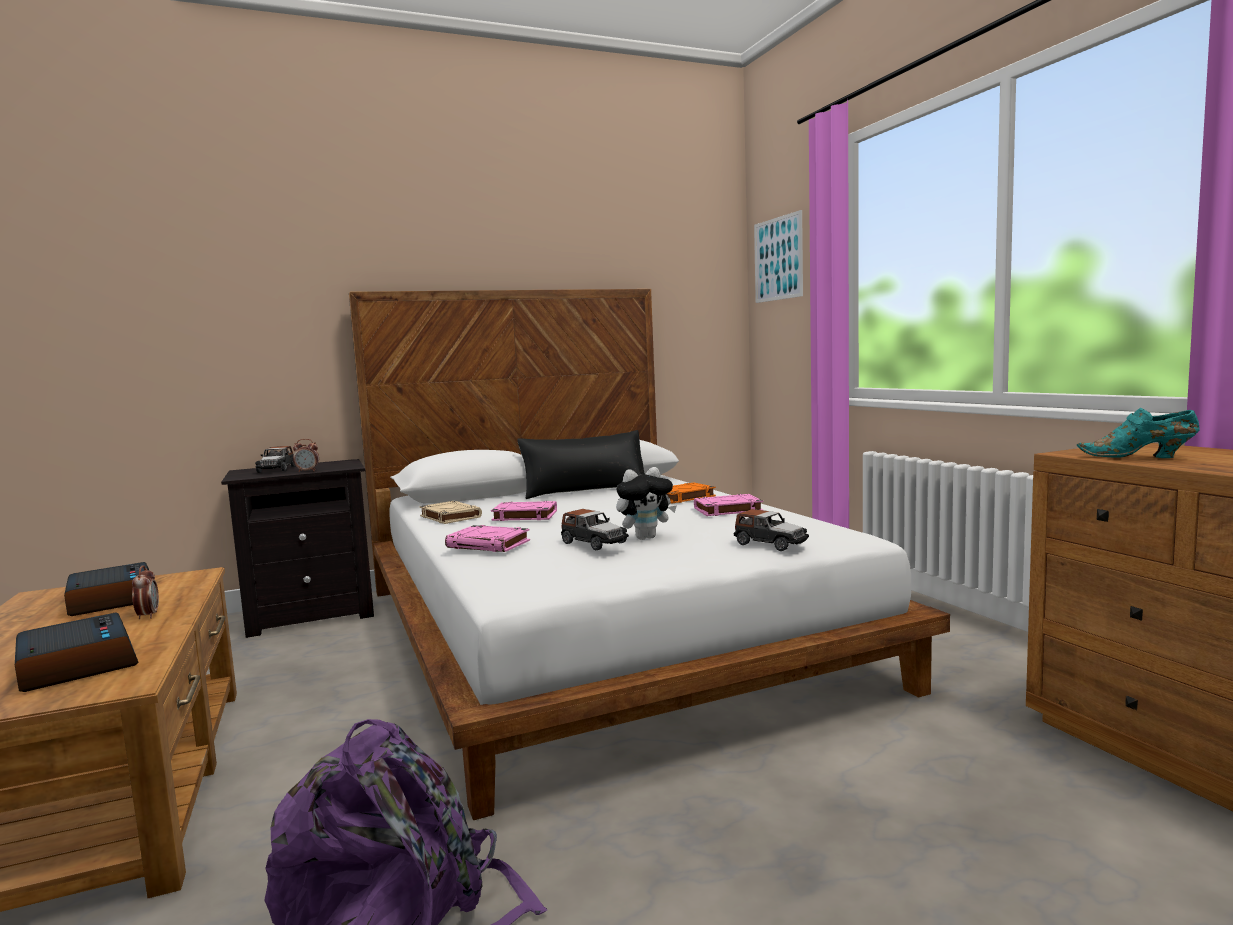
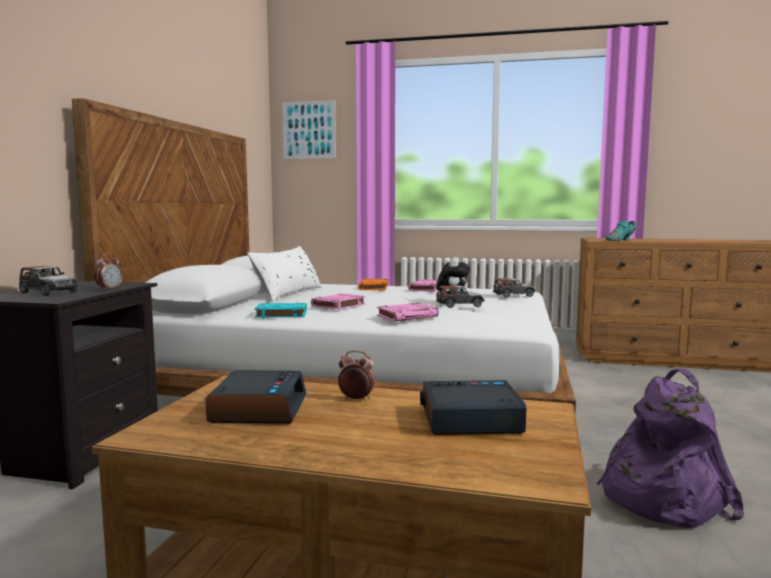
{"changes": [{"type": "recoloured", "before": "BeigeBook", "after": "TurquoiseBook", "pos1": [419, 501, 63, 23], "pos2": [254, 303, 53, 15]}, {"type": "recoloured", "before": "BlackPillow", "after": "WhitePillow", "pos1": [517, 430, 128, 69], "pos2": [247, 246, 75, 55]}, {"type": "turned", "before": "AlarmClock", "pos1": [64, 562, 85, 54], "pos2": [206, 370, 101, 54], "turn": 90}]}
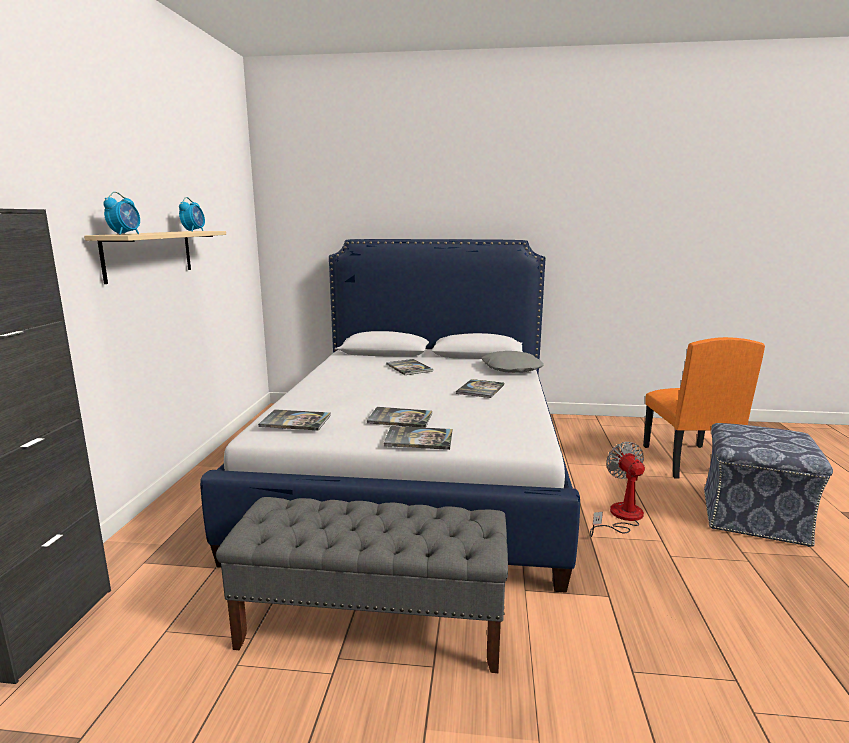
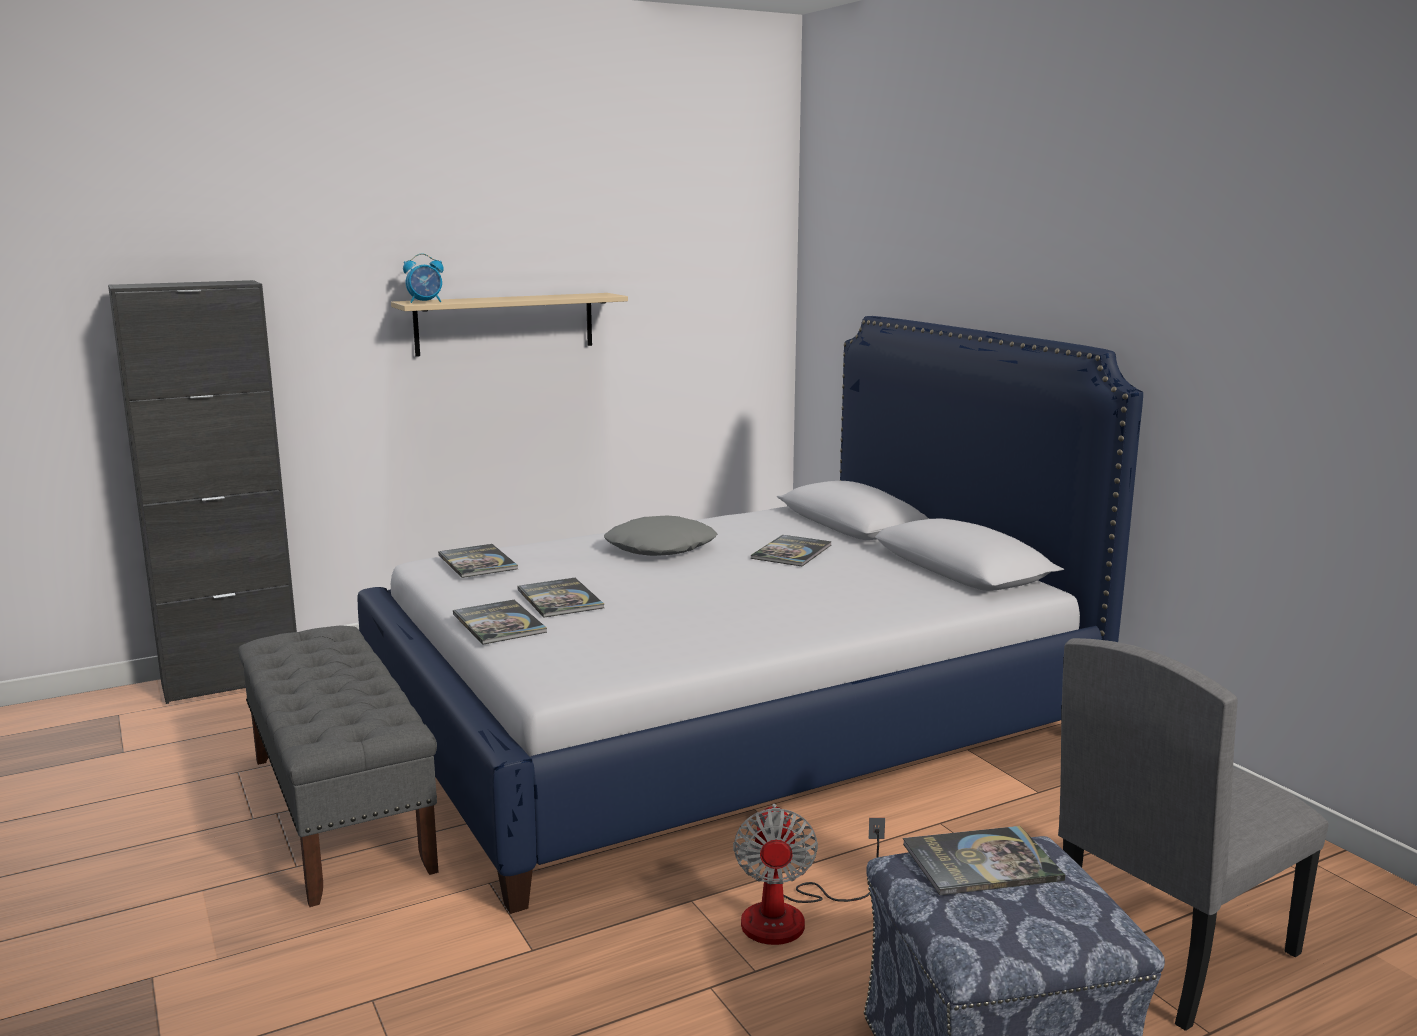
{"changes": [{"type": "removed", "before": "AlarmClock", "pos1": [179, 197, 26, 35]}, {"type": "moved", "before": "Book", "pos1": [456, 379, 48, 19], "pos2": [903, 826, 162, 69]}, {"type": "moved", "before": "GreyPillow", "pos1": [481, 351, 63, 22], "pos2": [604, 515, 114, 41]}, {"type": "recoloured", "before": "OrangeChair", "after": "GreyChair", "pos1": [643, 337, 122, 141], "pos2": [1058, 638, 270, 393]}, {"type": "turned", "before": "Fan", "pos1": [590, 442, 55, 95], "pos2": [733, 804, 152, 141], "turn": 135}]}
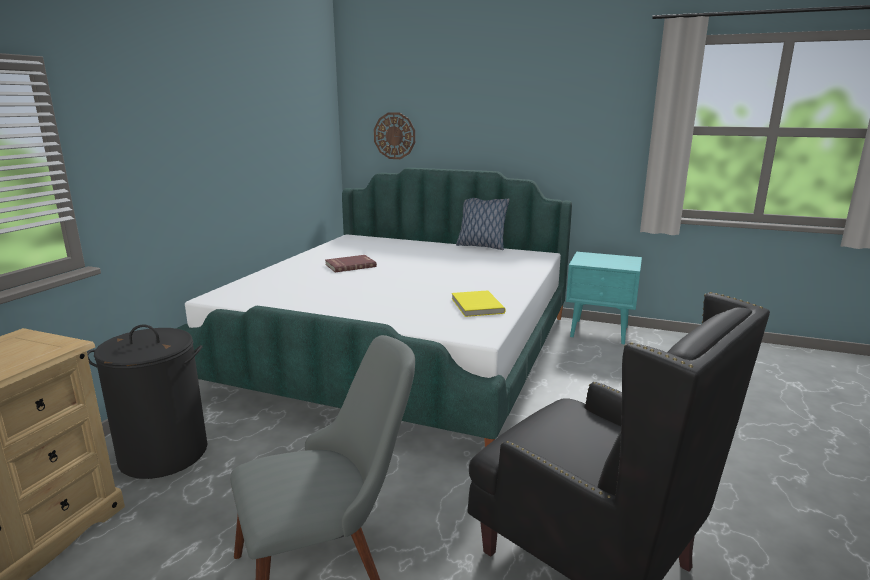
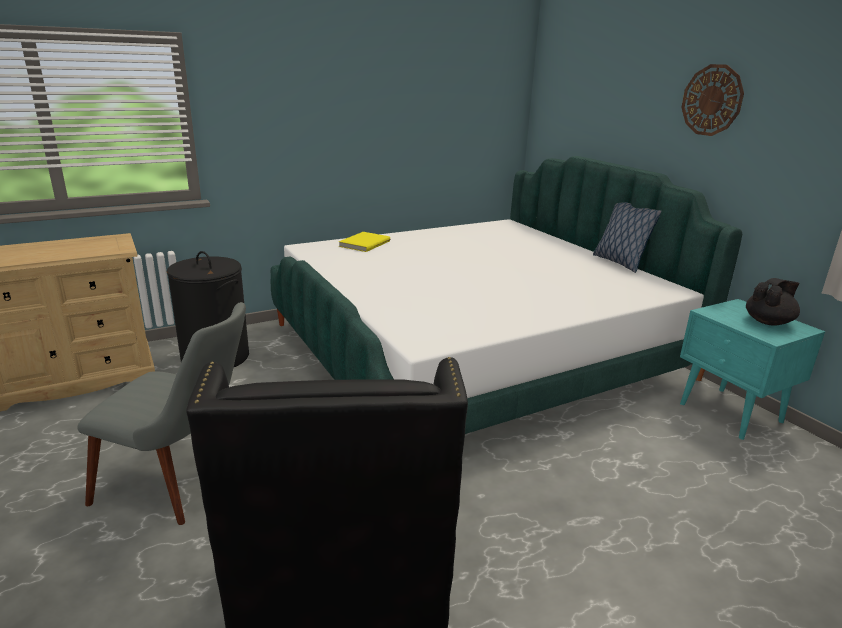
{"changes": [{"type": "removed", "before": "RedBook", "pos1": [325, 255, 52, 17]}, {"type": "added", "after": "BlackTeapot", "pos2": [746, 278, 54, 48]}, {"type": "moved", "before": "WallClock", "pos1": [374, 112, 41, 47], "pos2": [681, 64, 63, 72]}, {"type": "moved", "before": "YellowBook", "pos1": [452, 290, 54, 27], "pos2": [339, 232, 51, 20]}]}
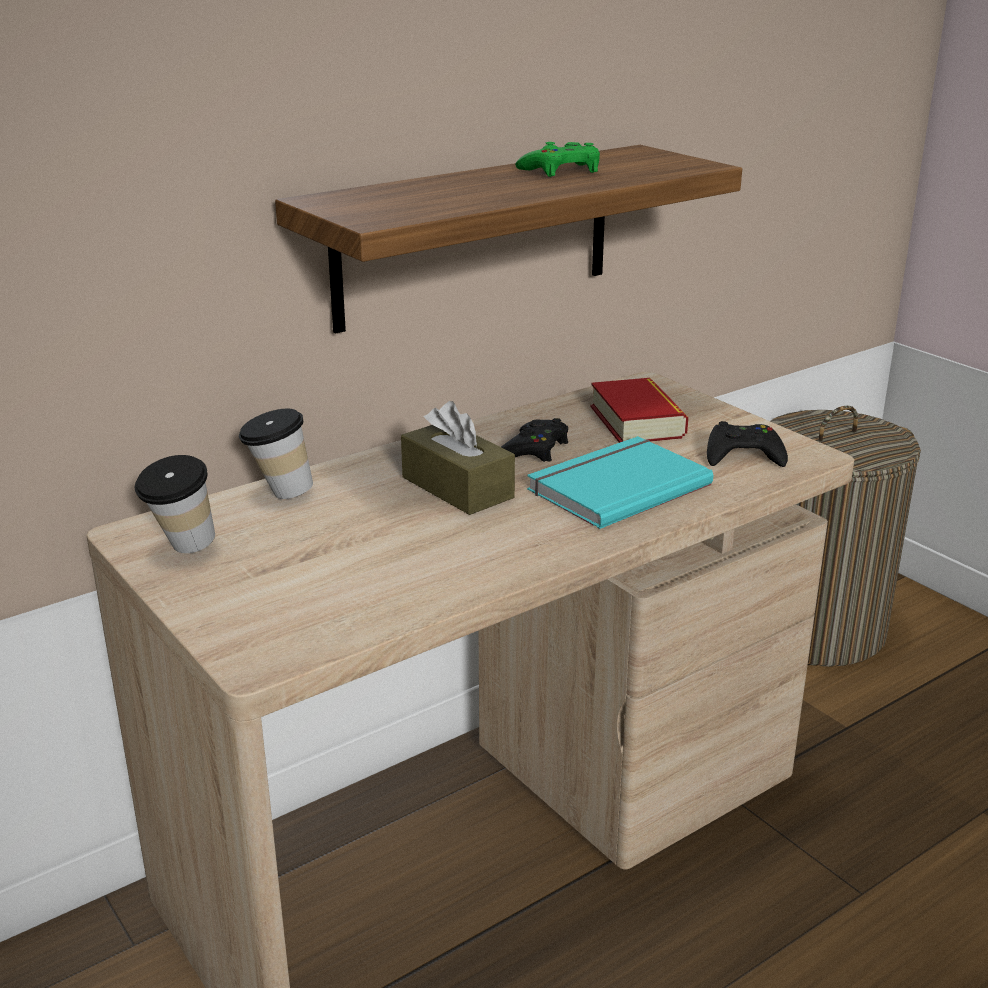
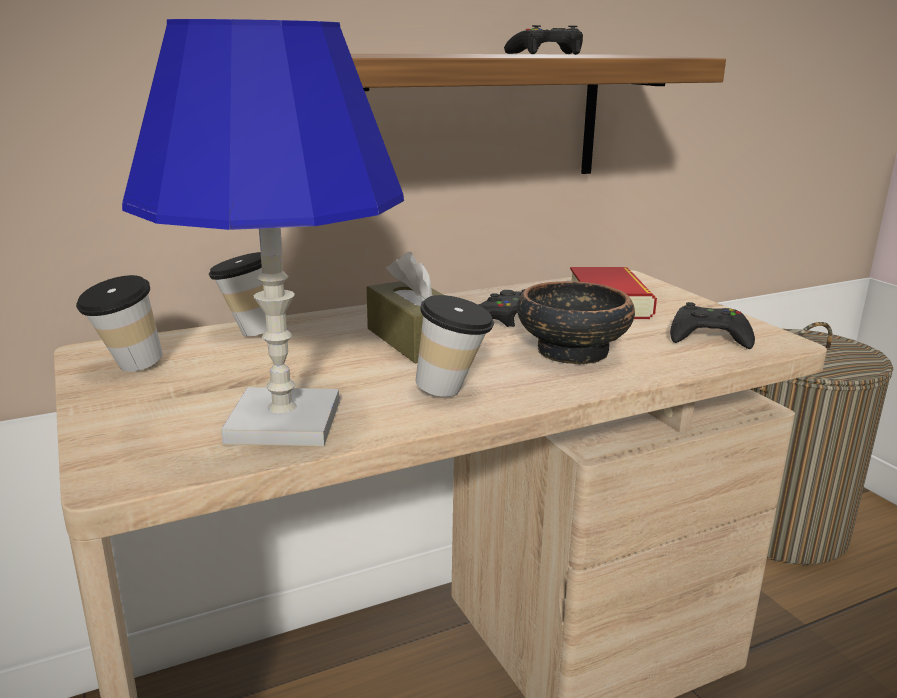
{"changes": [{"type": "added", "after": "BlueTableLamp", "pos2": [122, 19, 282, 427]}, {"type": "added", "after": "Cup", "pos2": [415, 295, 79, 102]}, {"type": "replaced", "before": "TurquoiseBook", "after": "Bowl", "pos1": [527, 436, 186, 93], "pos2": [517, 281, 118, 84]}, {"type": "recoloured", "before": "GreenGameController", "after": "BlackGameController", "pos1": [515, 142, 85, 35], "pos2": [504, 25, 79, 30]}]}
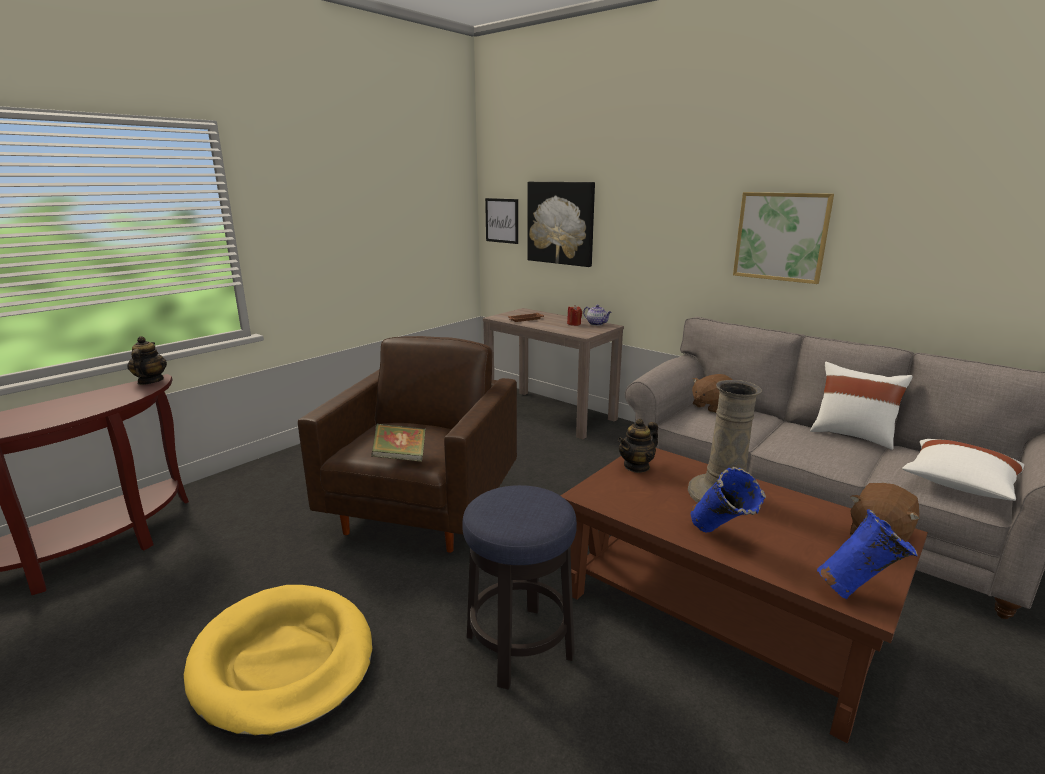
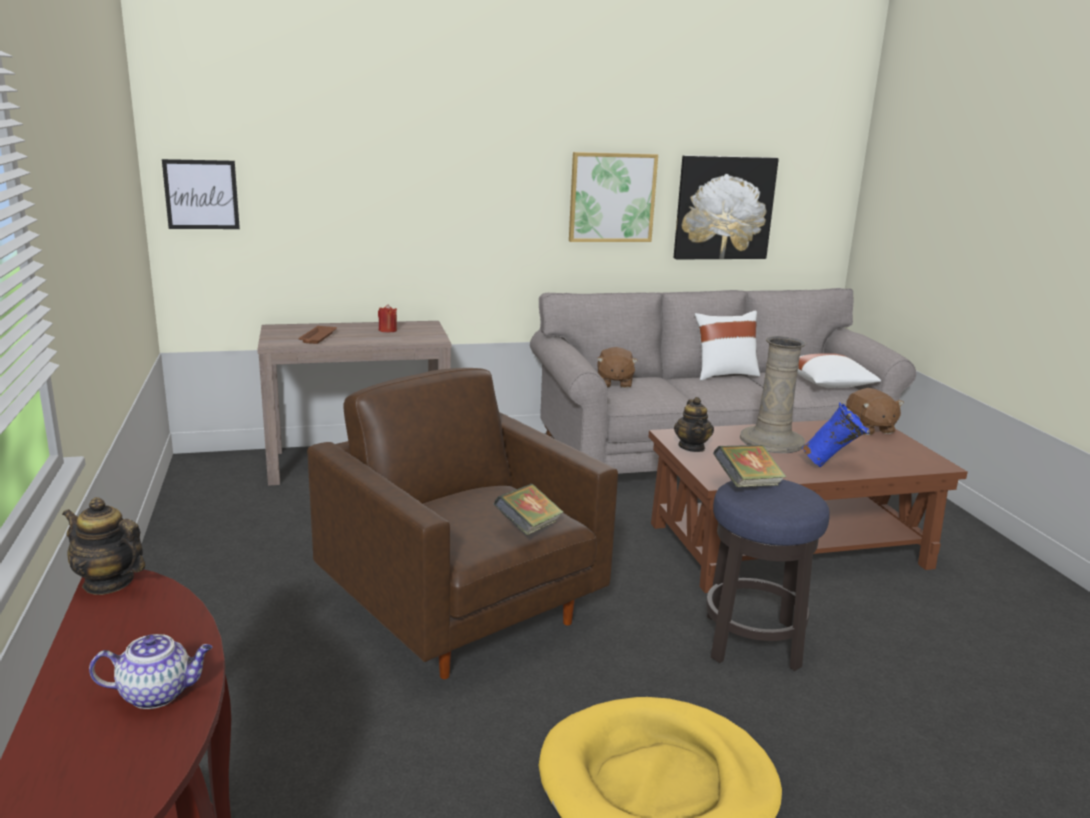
{"changes": [{"type": "removed", "before": "BlueVase", "pos1": [817, 509, 101, 90]}, {"type": "added", "after": "Book", "pos2": [713, 445, 73, 42]}, {"type": "moved", "before": "Picture", "pos1": [527, 182, 68, 85], "pos2": [674, 155, 105, 104]}, {"type": "moved", "before": "Teapot", "pos1": [583, 305, 28, 21], "pos2": [89, 634, 123, 75]}]}
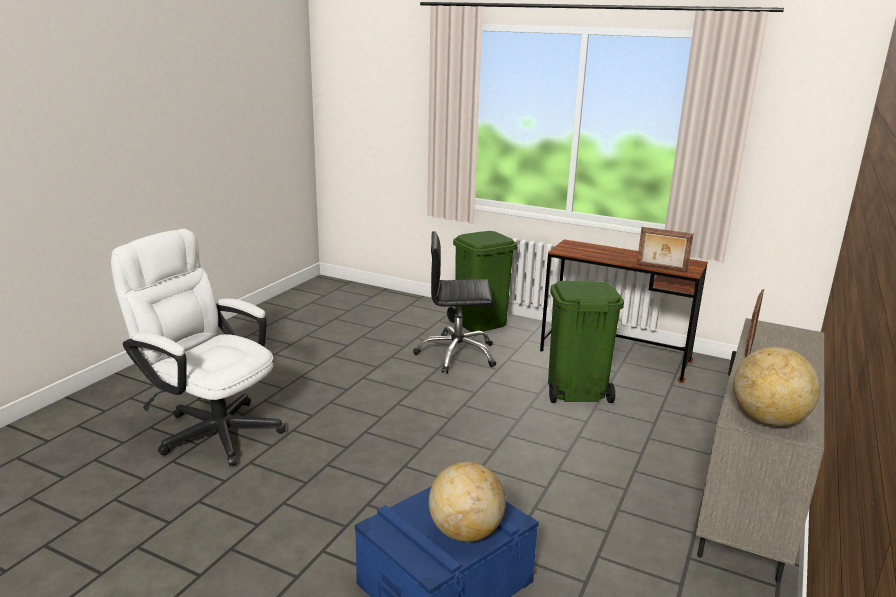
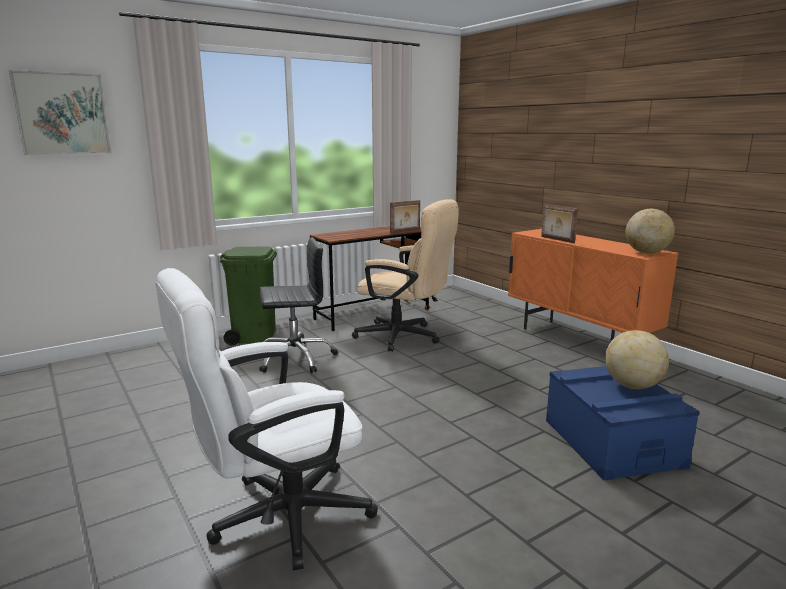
{"changes": [{"type": "added", "after": "Picture", "pos2": [9, 70, 102, 85]}, {"type": "replaced", "before": "GreenTrashCan", "after": "BeigeOfficeChair", "pos1": [548, 281, 76, 122], "pos2": [352, 199, 107, 153]}, {"type": "recoloured", "before": "BeigeCabinet", "after": "OrangeCabinet", "pos1": [696, 318, 128, 265], "pos2": [508, 229, 170, 113]}, {"type": "turned", "before": "BlackOfficeChair", "pos1": [413, 231, 83, 142], "pos2": [259, 237, 79, 136], "turn": -135}]}
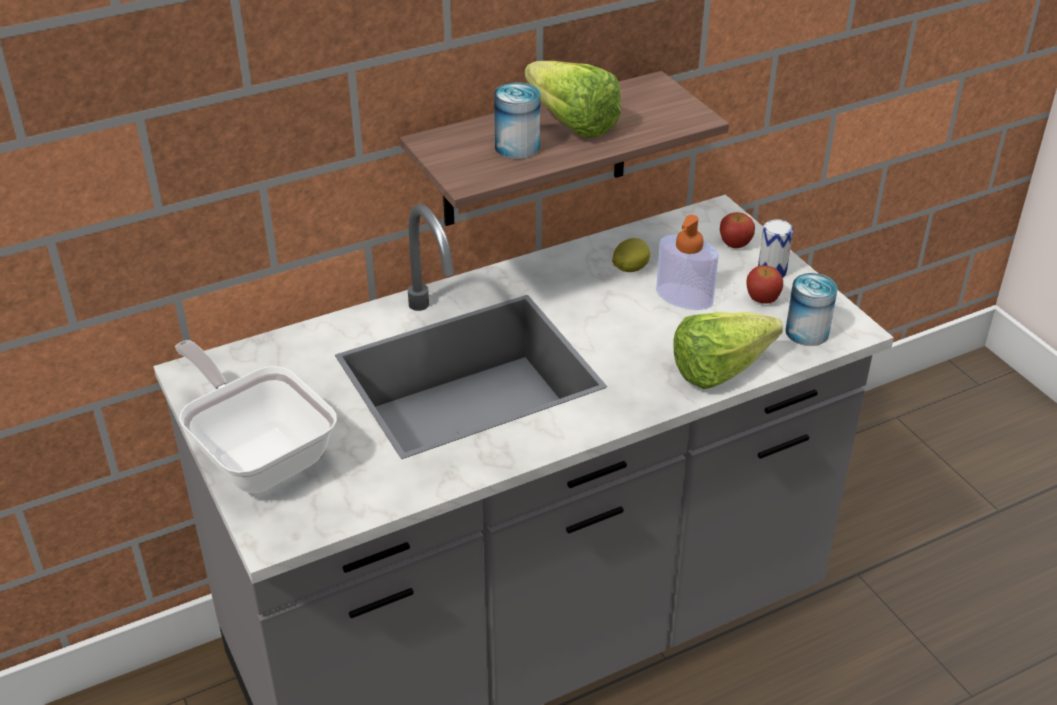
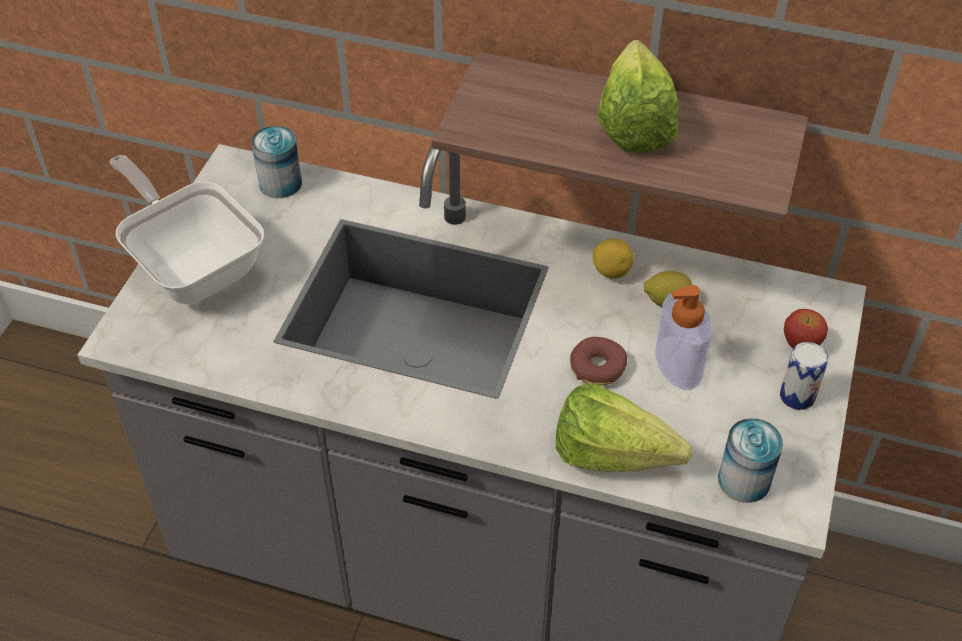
{"changes": [{"type": "removed", "before": "Apple", "pos1": [746, 265, 37, 39]}, {"type": "added", "after": "Donut", "pos2": [570, 337, 57, 49]}, {"type": "added", "after": "Lemon", "pos2": [593, 239, 41, 40]}, {"type": "moved", "before": "Can", "pos1": [494, 82, 46, 77], "pos2": [252, 126, 50, 72]}, {"type": "turned", "before": "FryingPan", "pos1": [175, 340, 162, 153], "pos2": [109, 155, 155, 150], "turn": -45}]}
